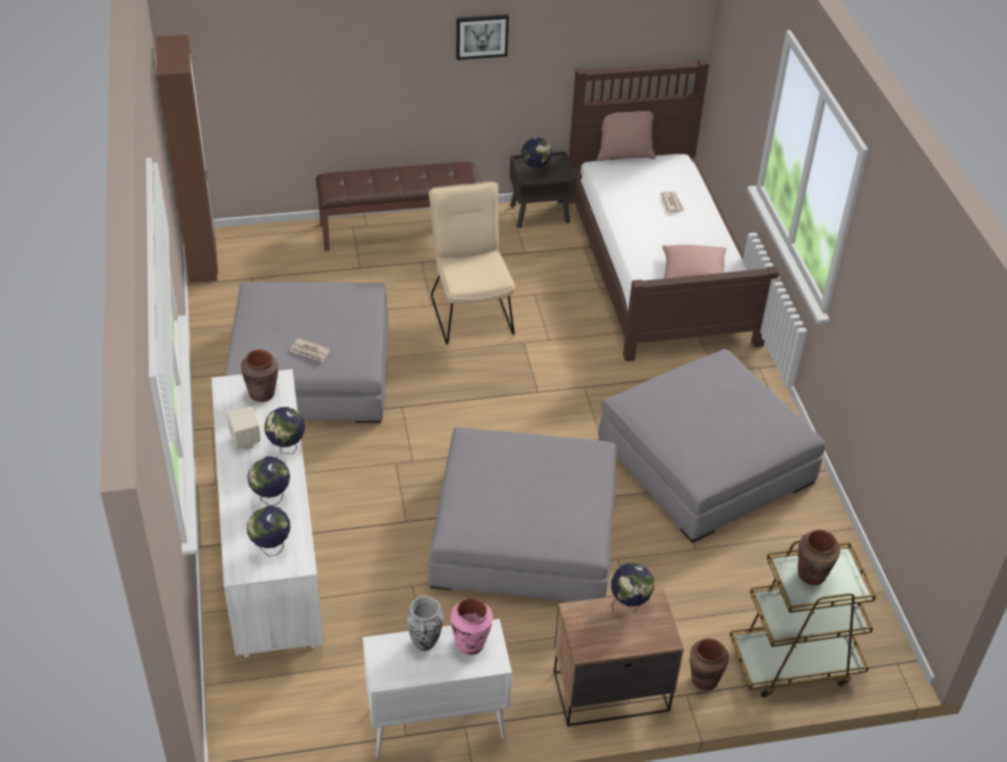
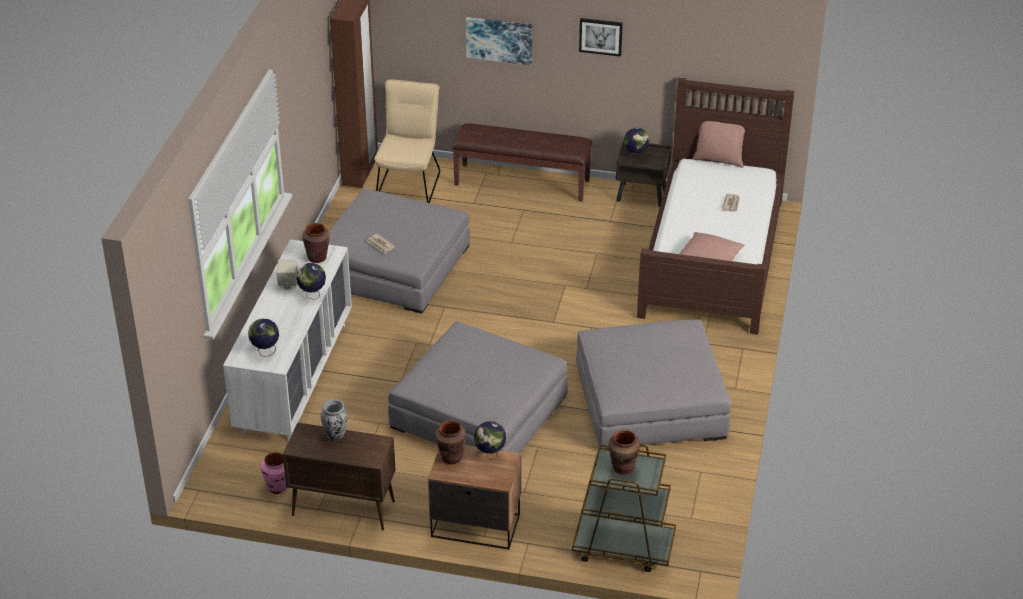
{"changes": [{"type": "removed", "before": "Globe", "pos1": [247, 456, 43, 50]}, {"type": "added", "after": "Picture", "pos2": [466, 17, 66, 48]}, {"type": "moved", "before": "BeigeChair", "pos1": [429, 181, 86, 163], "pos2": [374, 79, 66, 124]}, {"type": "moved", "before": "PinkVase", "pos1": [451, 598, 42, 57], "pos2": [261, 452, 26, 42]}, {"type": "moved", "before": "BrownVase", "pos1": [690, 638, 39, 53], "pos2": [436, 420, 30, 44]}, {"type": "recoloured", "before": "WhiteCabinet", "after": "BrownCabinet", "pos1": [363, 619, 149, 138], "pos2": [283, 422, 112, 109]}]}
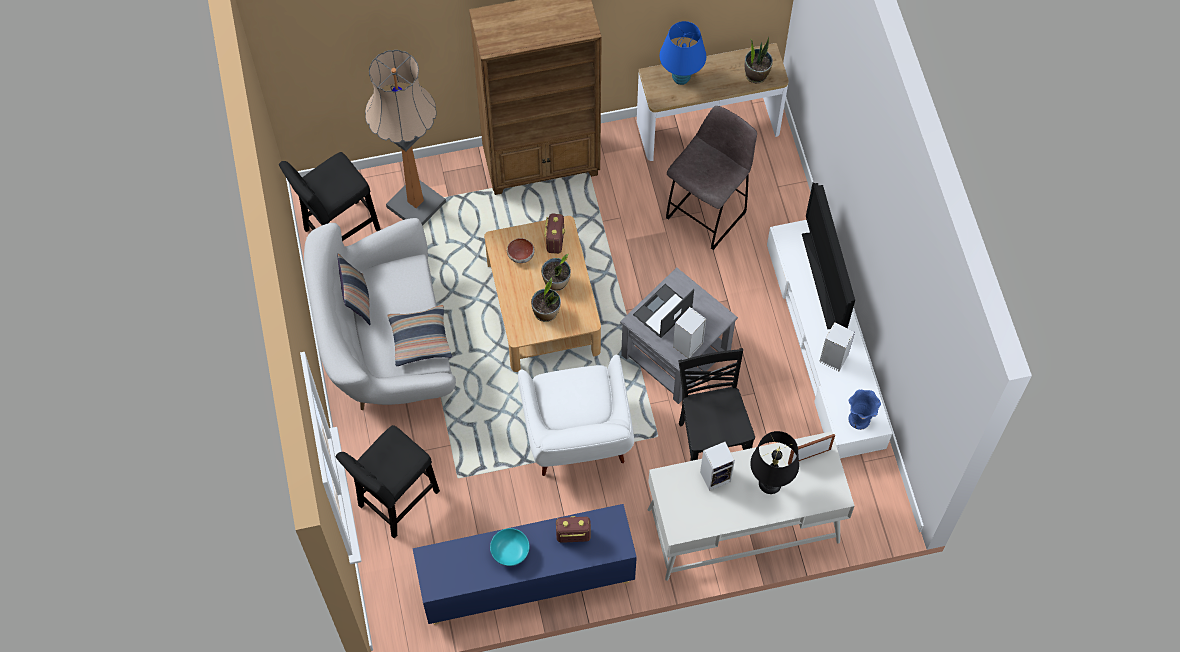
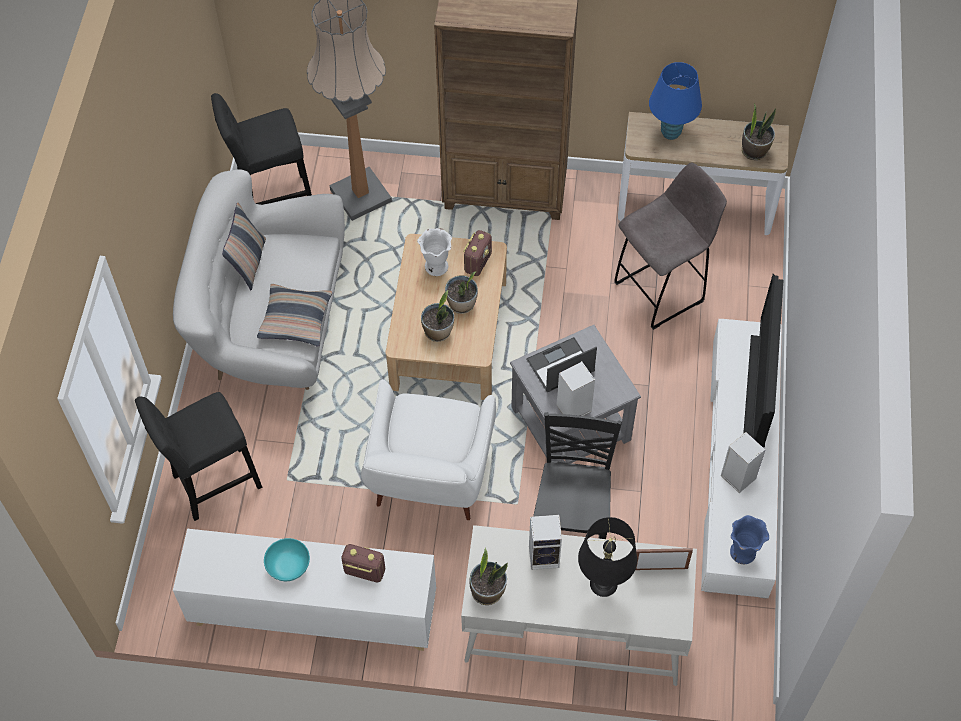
{"changes": [{"type": "added", "after": "PottedPlant", "pos2": [469, 548, 39, 57]}, {"type": "replaced", "before": "Bowl", "after": "WhiteVase", "pos1": [507, 238, 28, 25], "pos2": [417, 228, 35, 48]}, {"type": "recoloured", "before": "BlueCabinet", "after": "WhiteCabinet", "pos1": [412, 504, 225, 121], "pos2": [173, 529, 263, 122]}]}
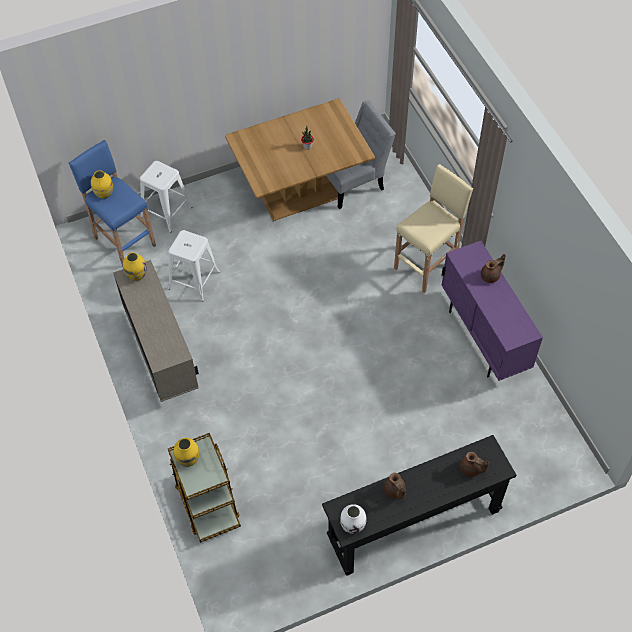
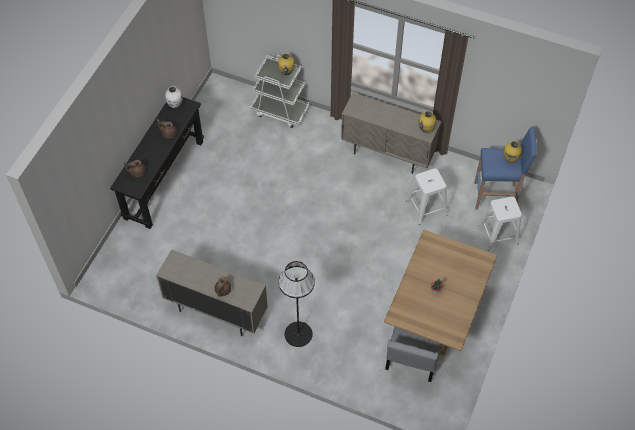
{"changes": [{"type": "replaced", "before": "BeigeStool", "after": "BlackFloorLamp", "pos1": [394, 164, 79, 129], "pos2": [279, 261, 36, 86]}, {"type": "recoloured", "before": "BrownCart", "after": "WhiteCart", "pos1": [168, 433, 73, 110], "pos2": [250, 55, 59, 73]}, {"type": "recoloured", "before": "PurpleCabinet", "after": "BeigeCabinet", "pos1": [441, 241, 102, 140], "pos2": [156, 249, 112, 87]}]}
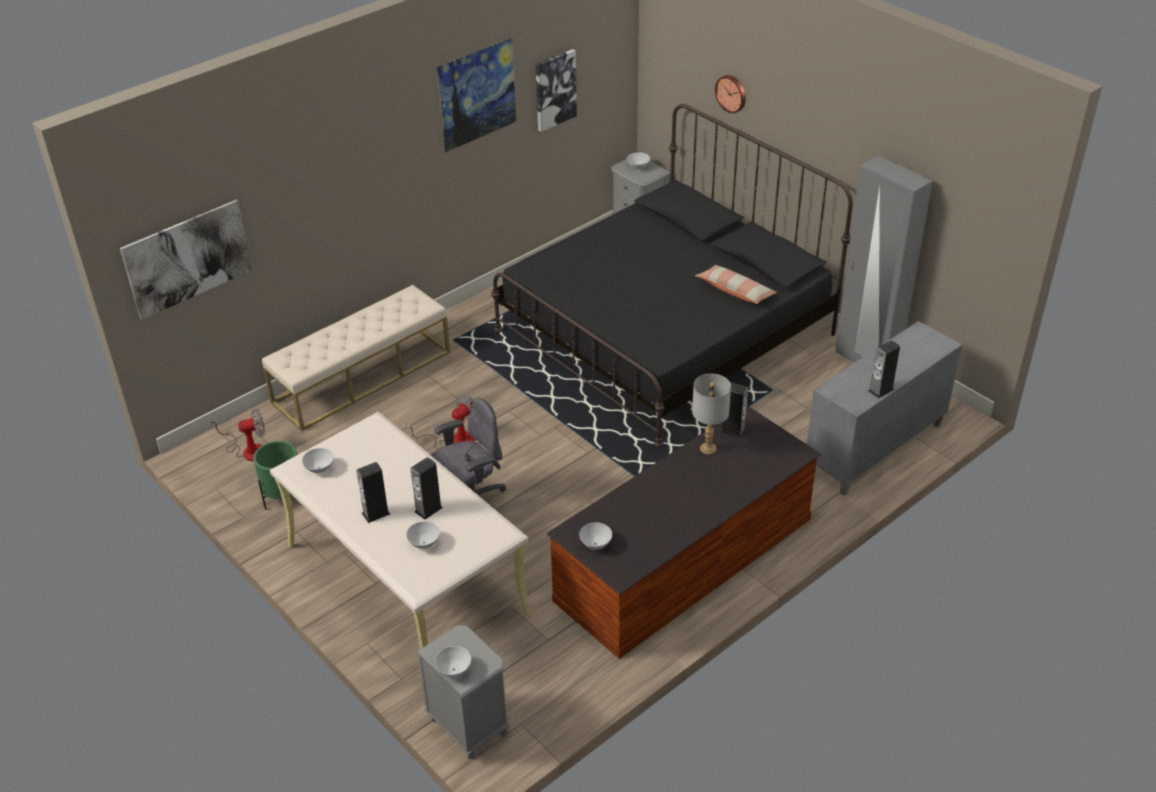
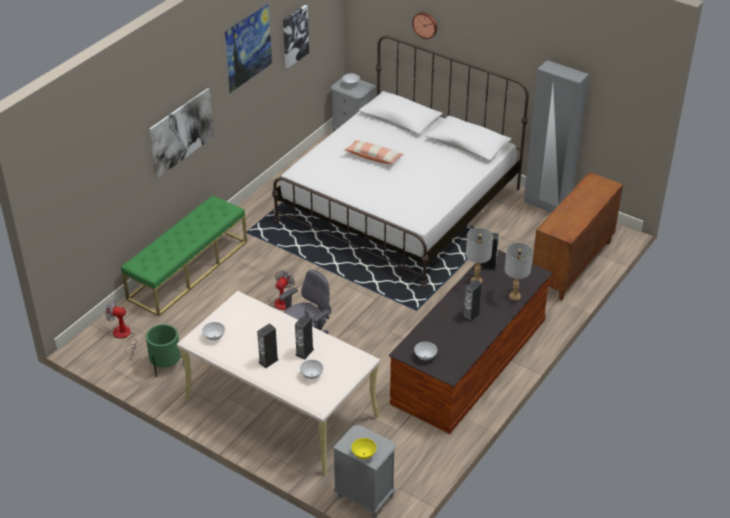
{"changes": [{"type": "added", "after": "GreyTableLamp", "pos2": [505, 243, 28, 57]}, {"type": "moved", "before": "Picture", "pos1": [120, 200, 132, 120], "pos2": [149, 88, 65, 90]}, {"type": "moved", "before": "Pillow", "pos1": [695, 265, 82, 39], "pos2": [344, 140, 59, 24]}, {"type": "moved", "before": "Speaker", "pos1": [868, 340, 32, 58], "pos2": [462, 279, 20, 43]}, {"type": "recoloured", "before": "BeigeBench", "after": "GreenBench", "pos1": [262, 285, 188, 146], "pos2": [121, 195, 126, 121]}, {"type": "recoloured", "before": "WhiteBowl", "after": "YellowBowl", "pos1": [435, 646, 36, 31], "pos2": [351, 438, 26, 21]}, {"type": "recoloured", "before": "BlackBed", "after": "WhiteBed", "pos1": [491, 104, 362, 344], "pos2": [272, 35, 257, 253]}, {"type": "recoloured", "before": "GreyCabinet", "after": "BrownCabinet", "pos1": [807, 321, 155, 175], "pos2": [532, 172, 91, 128]}, {"type": "turned", "before": "Fan", "pos1": [209, 409, 56, 52], "pos2": [105, 300, 32, 56], "turn": -135}]}
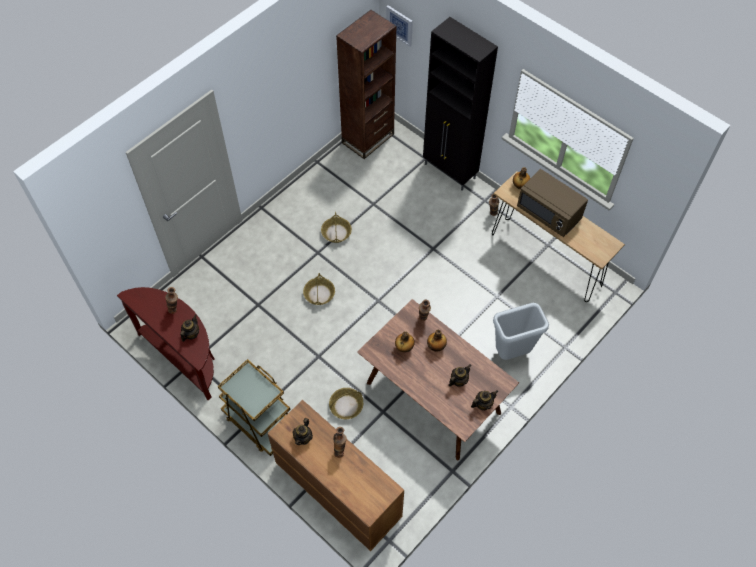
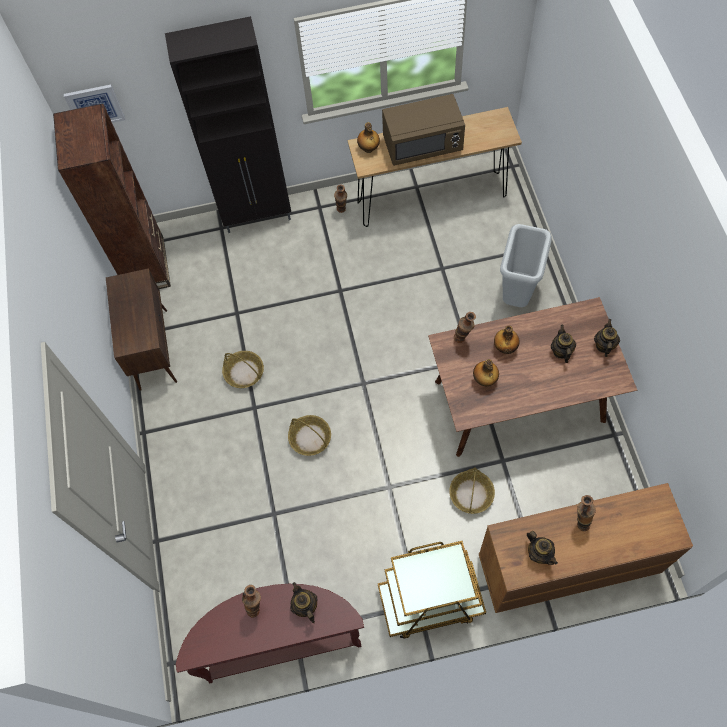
{"changes": [{"type": "added", "after": "BrownCabinet", "pos2": [106, 268, 71, 123]}]}
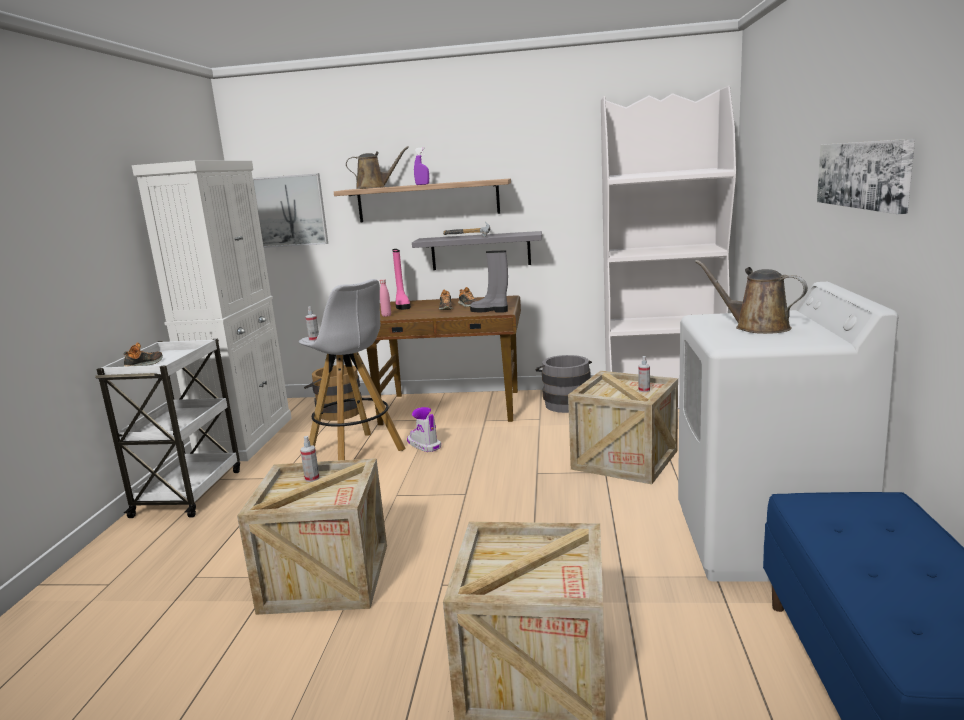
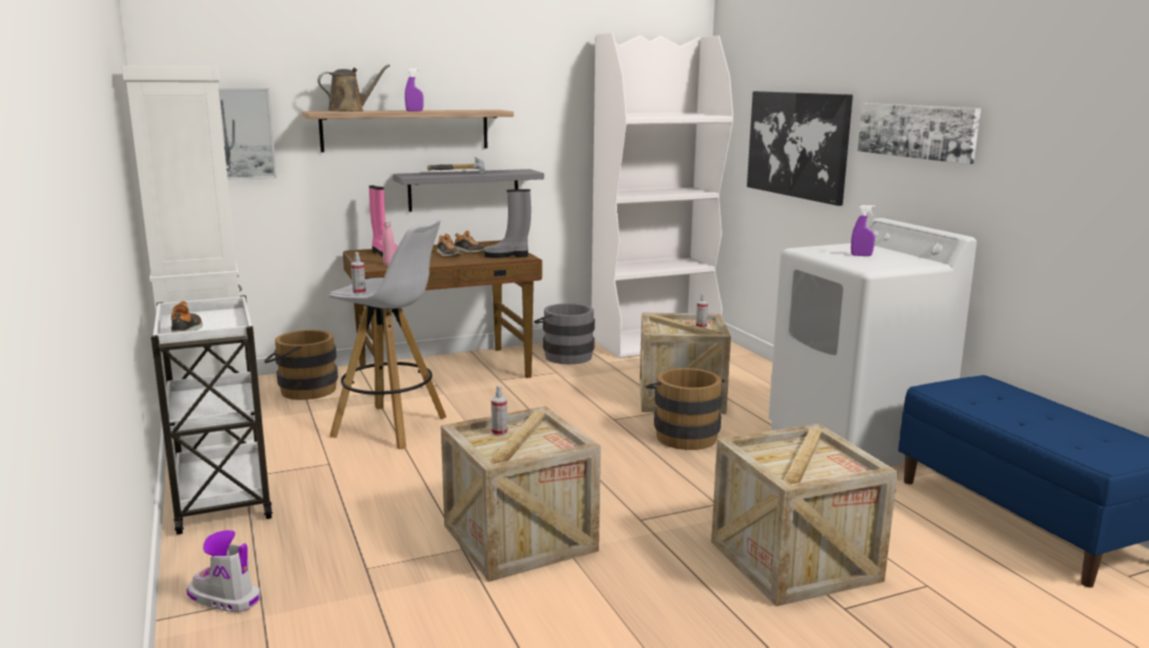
{"changes": [{"type": "added", "after": "BrownBucket", "pos2": [646, 368, 79, 82]}, {"type": "added", "after": "Picture", "pos2": [747, 91, 106, 115]}, {"type": "moved", "before": "Boot", "pos1": [407, 407, 34, 45], "pos2": [186, 530, 74, 83]}, {"type": "replaced", "before": "BrownWateringCan", "after": "PurpleSprayBottle", "pos1": [695, 260, 113, 74], "pos2": [851, 205, 24, 51]}]}
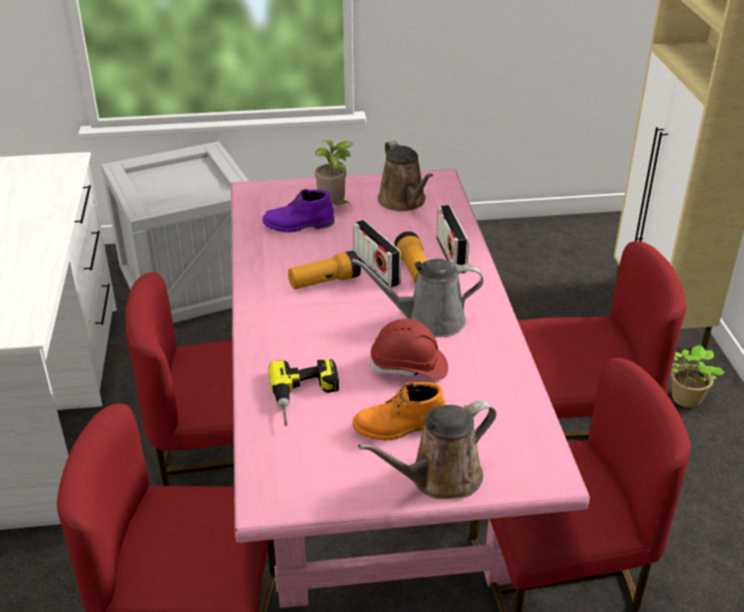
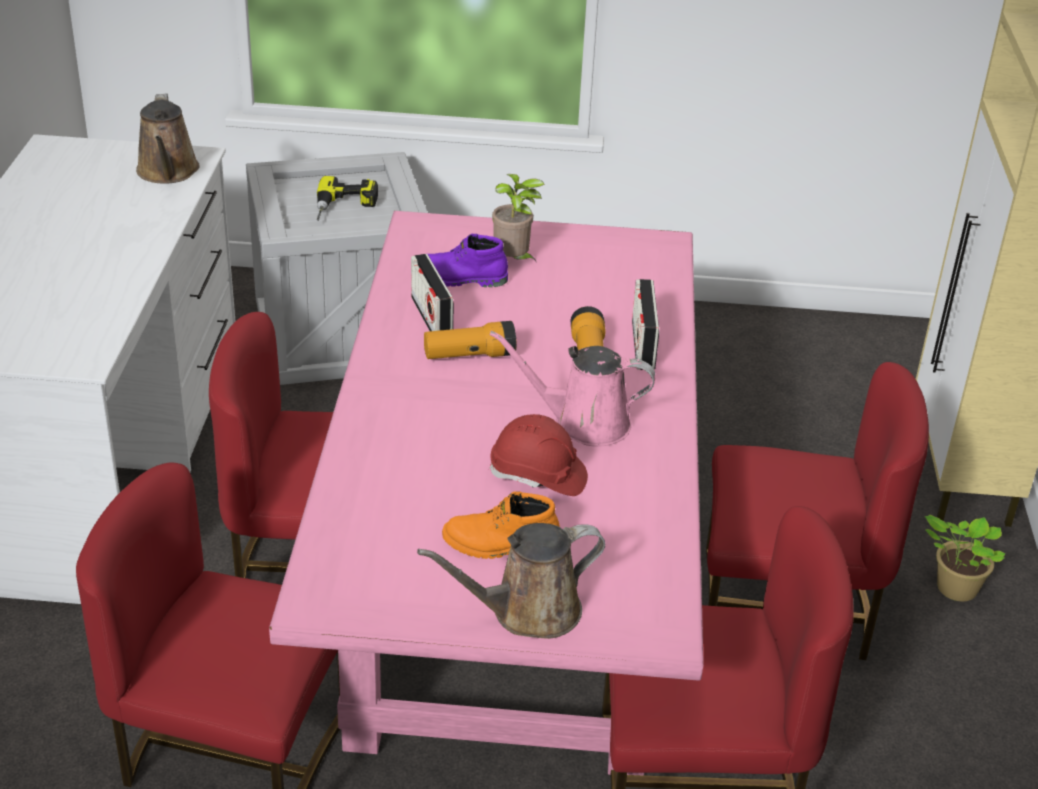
{"changes": [{"type": "moved", "before": "PowerDrill", "pos1": [268, 358, 71, 68], "pos2": [317, 176, 61, 44]}, {"type": "moved", "before": "Radio", "pos1": [353, 220, 48, 68], "pos2": [411, 254, 43, 77]}, {"type": "moved", "before": "BrownWateringCan", "pos1": [378, 140, 55, 71], "pos2": [136, 93, 64, 90]}, {"type": "recoloured", "before": "GreyWateringCan", "after": "PinkWateringCan", "pos1": [352, 258, 131, 79], "pos2": [489, 330, 167, 117]}]}
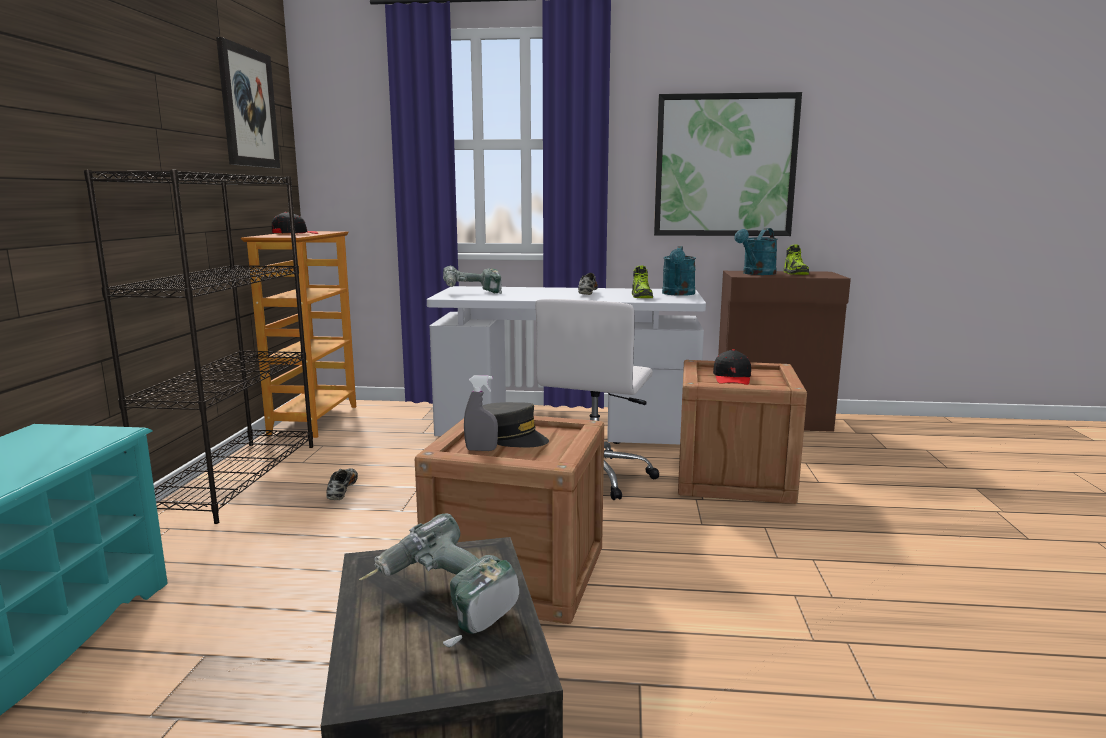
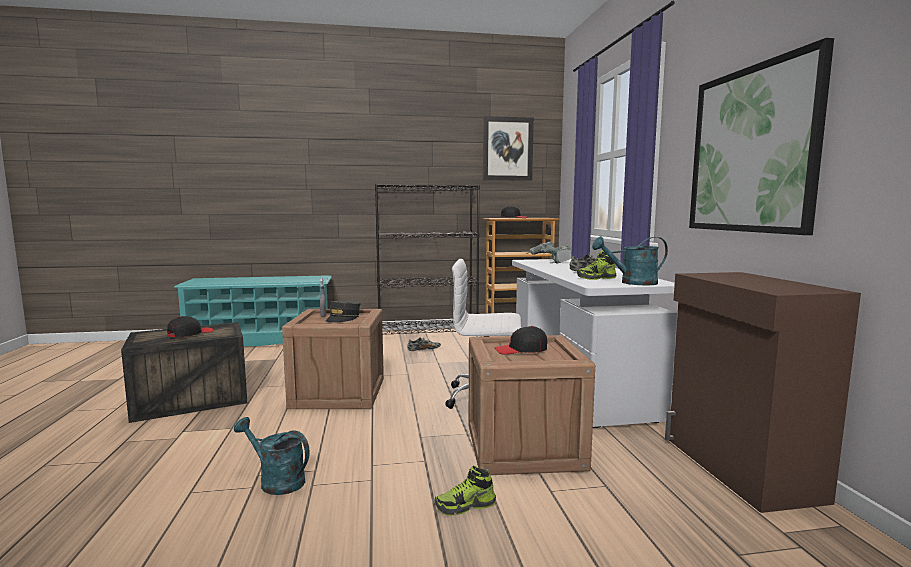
{"changes": [{"type": "moved", "before": "TurquoiseWateringCan", "pos1": [734, 228, 44, 47], "pos2": [234, 417, 76, 78]}, {"type": "moved", "before": "Shoe", "pos1": [783, 244, 26, 31], "pos2": [435, 466, 61, 50]}, {"type": "replaced", "before": "PowerDrill", "after": "BlackCap", "pos1": [359, 513, 160, 134], "pos2": [167, 316, 46, 21]}]}
